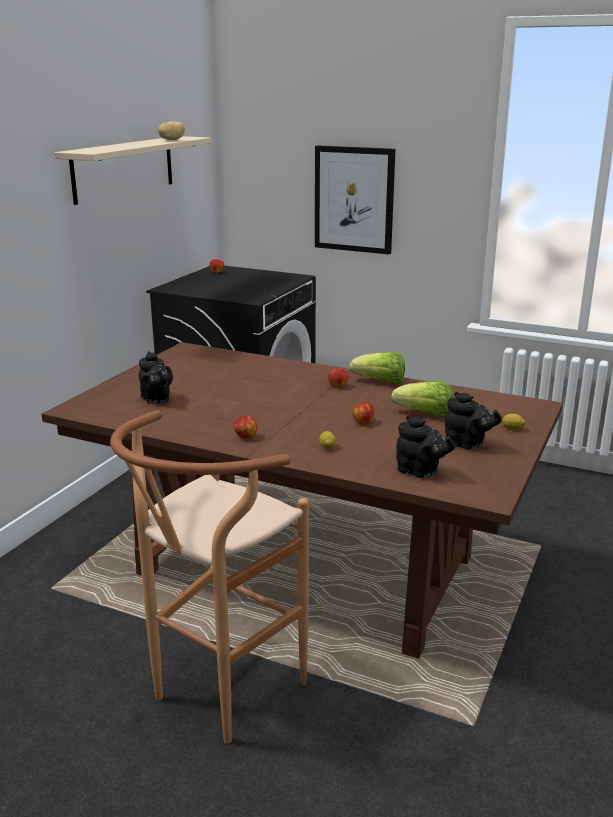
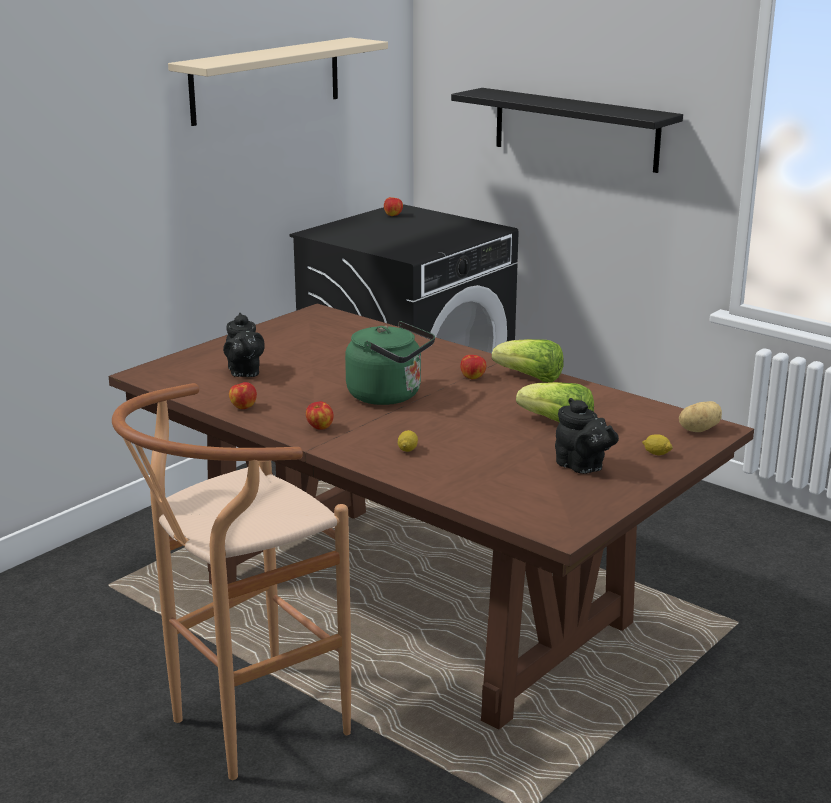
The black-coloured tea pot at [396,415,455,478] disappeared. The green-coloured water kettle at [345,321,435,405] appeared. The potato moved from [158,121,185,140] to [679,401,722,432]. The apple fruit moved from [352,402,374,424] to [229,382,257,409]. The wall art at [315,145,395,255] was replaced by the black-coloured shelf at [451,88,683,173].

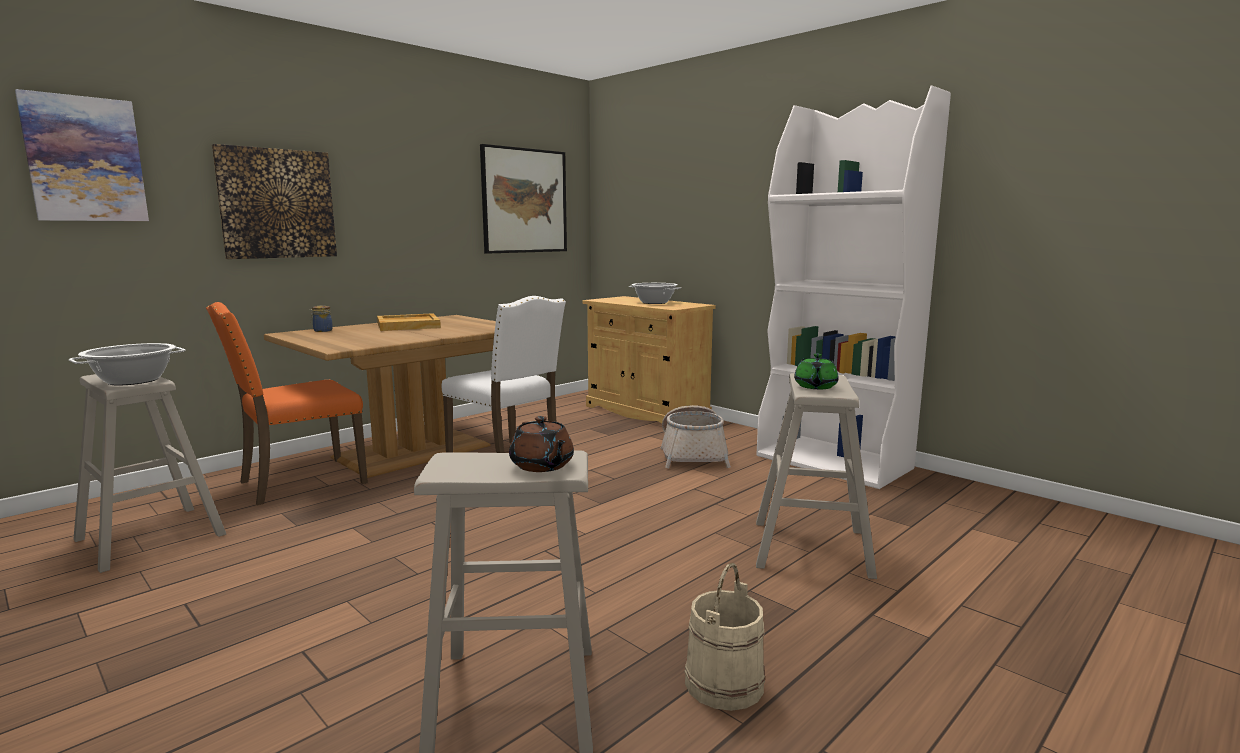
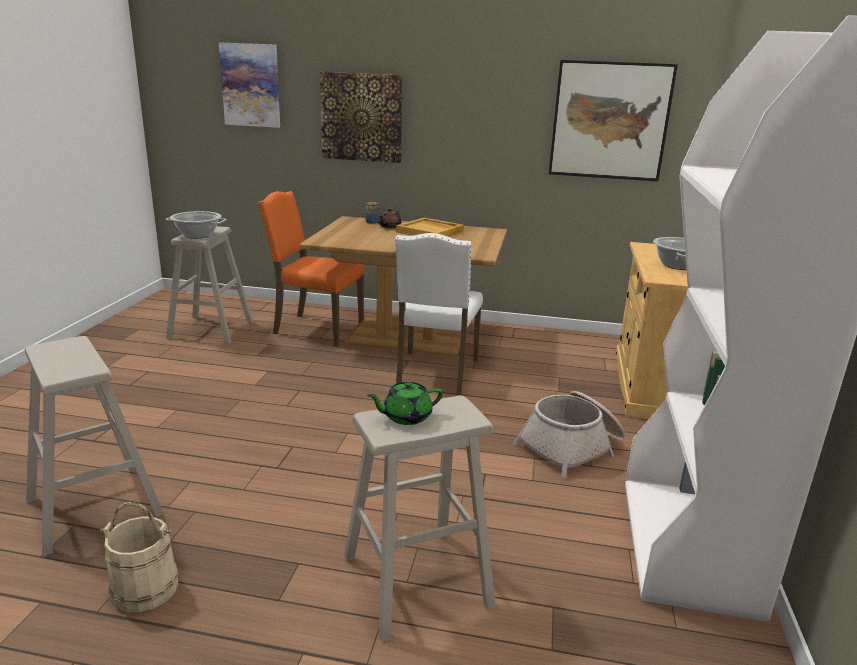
The brown tea pot moved from [509,416,574,472] to [378,208,402,228].

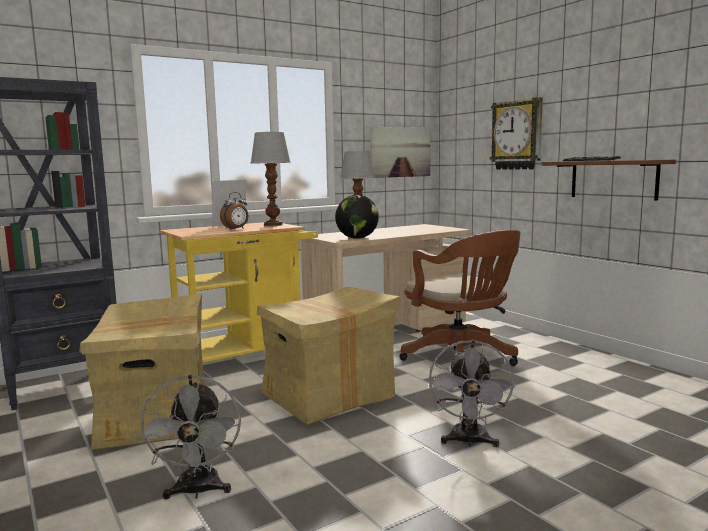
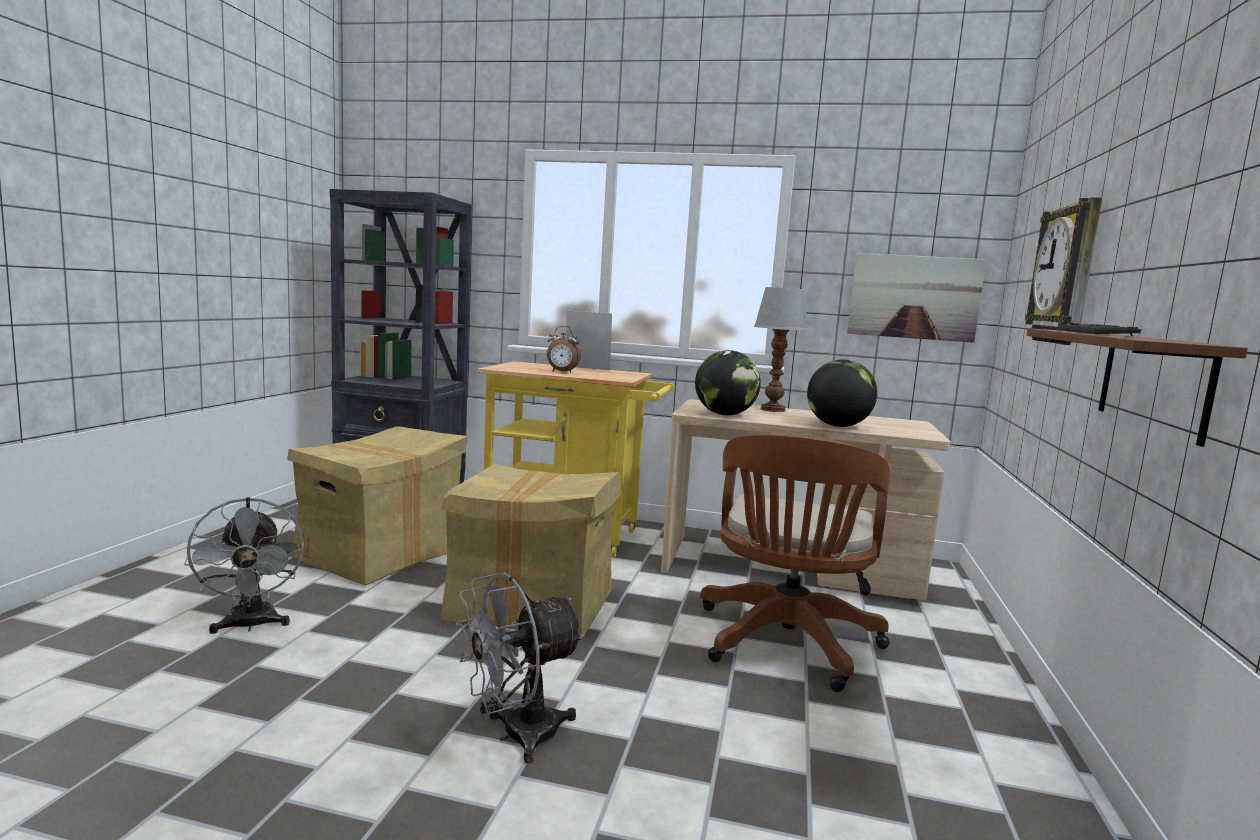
The table lamp at [251,132,291,226] disappeared. The globe at [807,359,877,427] appeared. The gray fan at [137,375,241,499] turned 60 degrees counterclockwise.

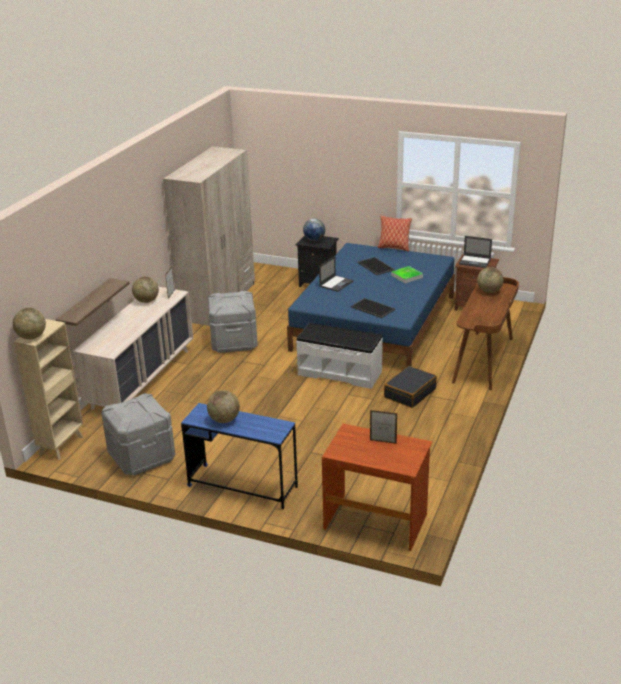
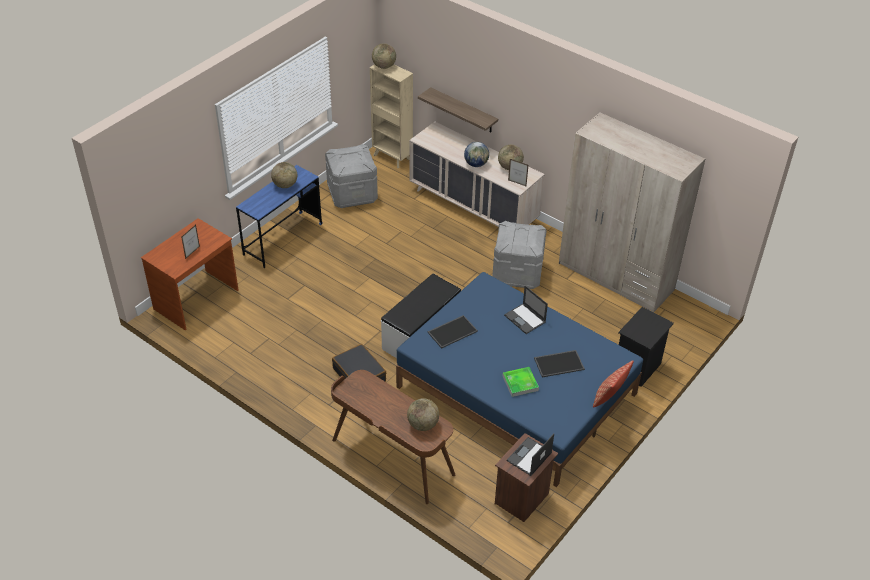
The globe moved from [303,219,325,241] to [464,142,489,167].

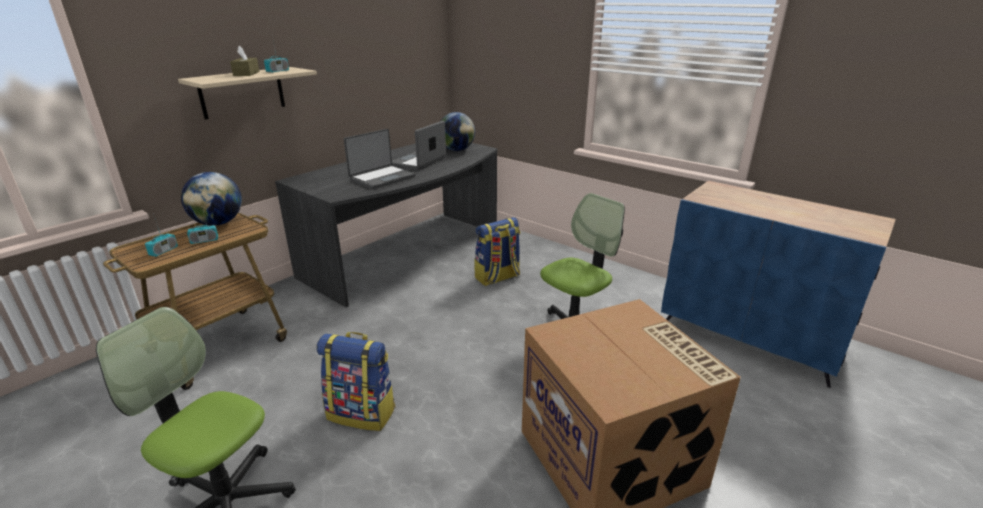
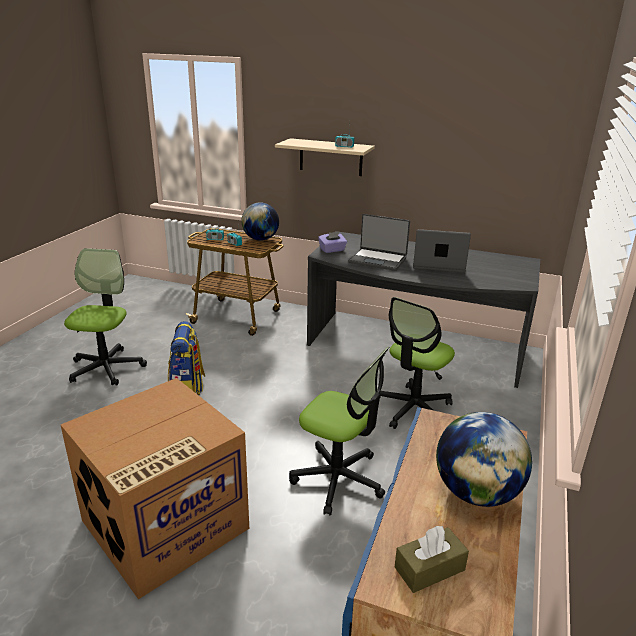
The purple tissue box at [318,232,347,253] appeared. The brown tissue box moved from [230,45,260,76] to [395,525,469,593]. The globe moved from [441,112,475,151] to [436,412,532,507]. The knapsack at [474,217,520,286] was replaced by the office chair at [380,297,455,429].

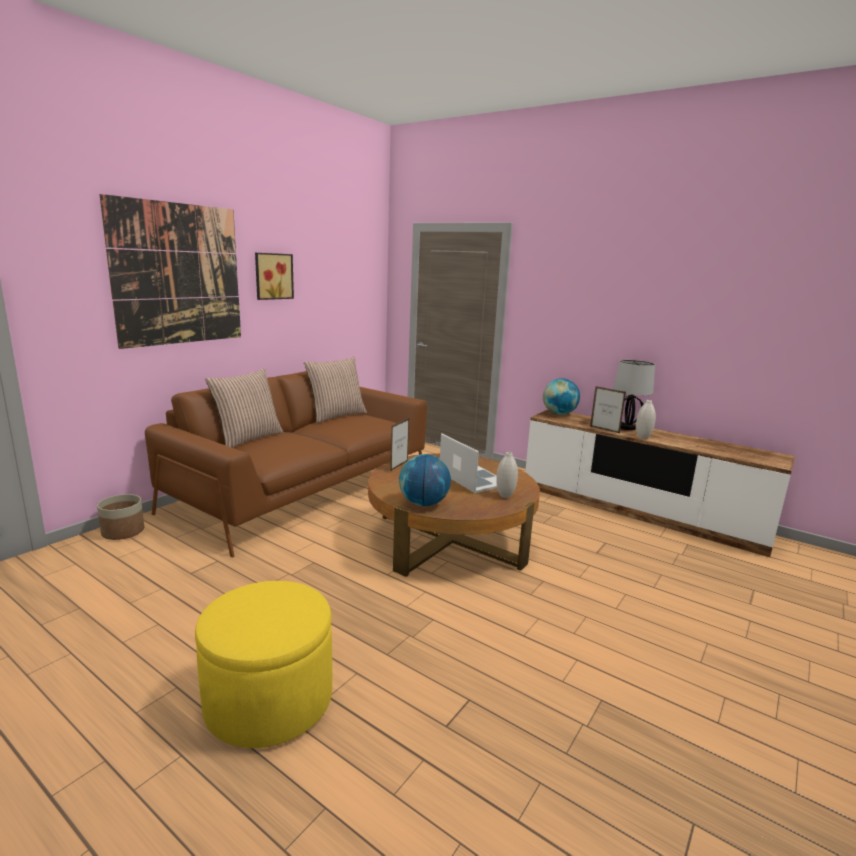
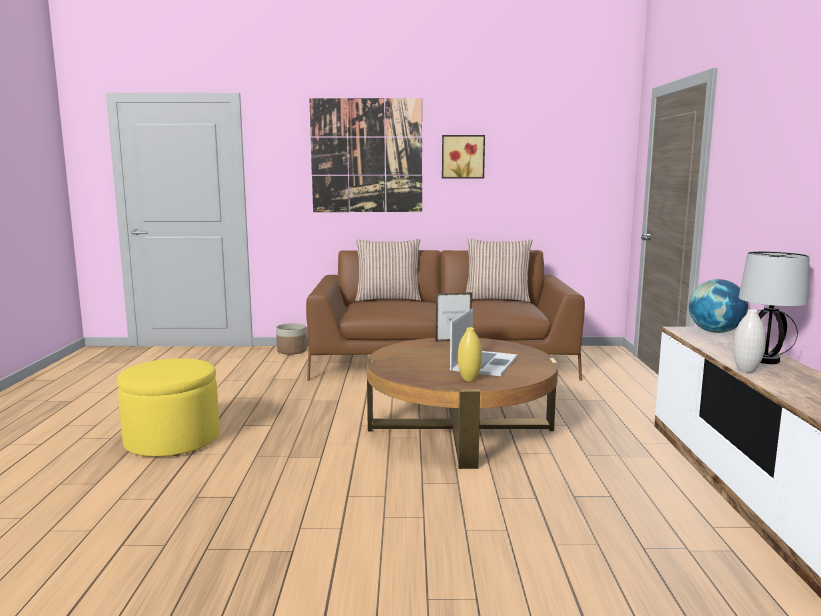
The globe at [399,454,451,506] disappeared. The photo frame at [590,386,626,434] disappeared. The white flower vase at [496,452,518,498] became the yellow flower vase at [458,327,482,381].

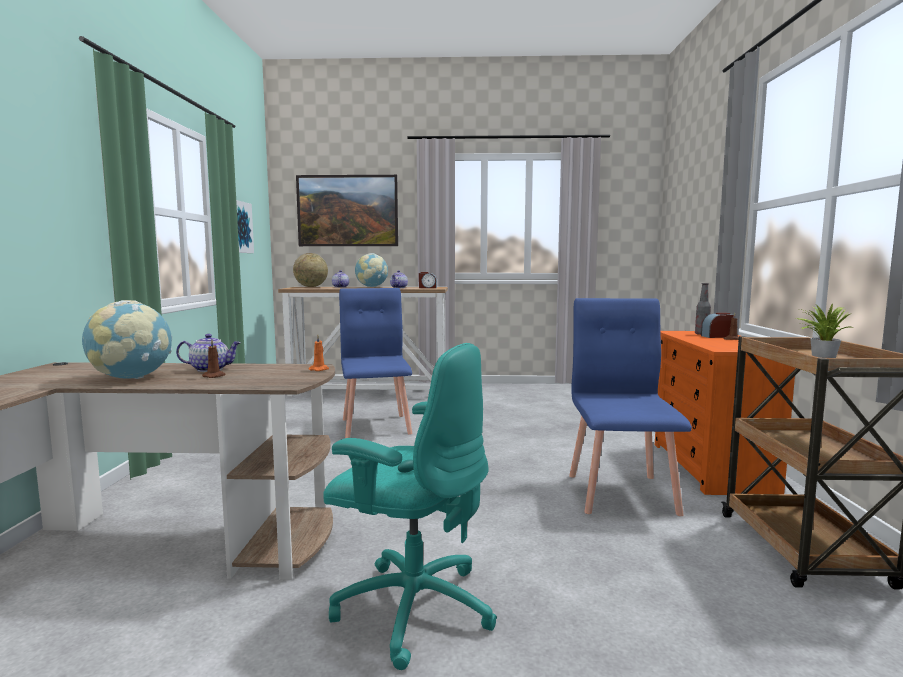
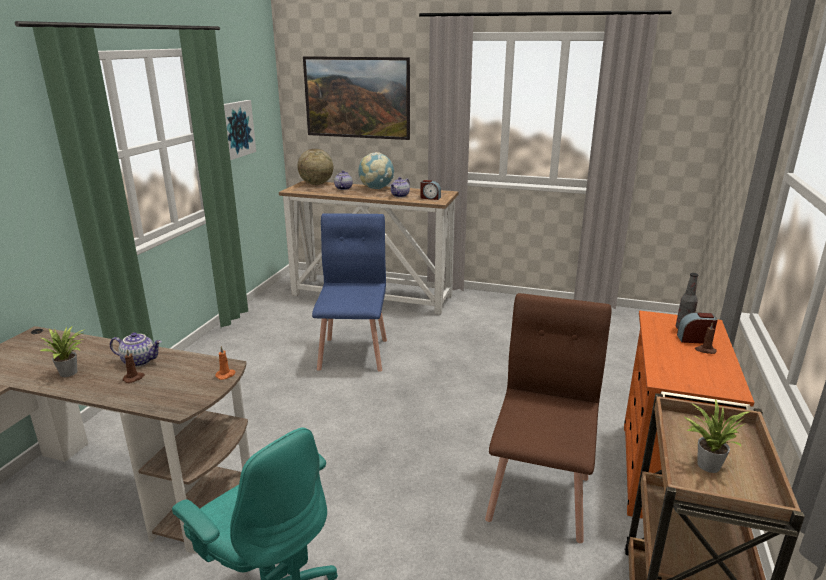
The globe at [82,300,172,379] was replaced by the potted plant at [40,326,85,377]. The blue upright chair at [569,298,692,516] became the brown upright chair at [485,293,612,543].

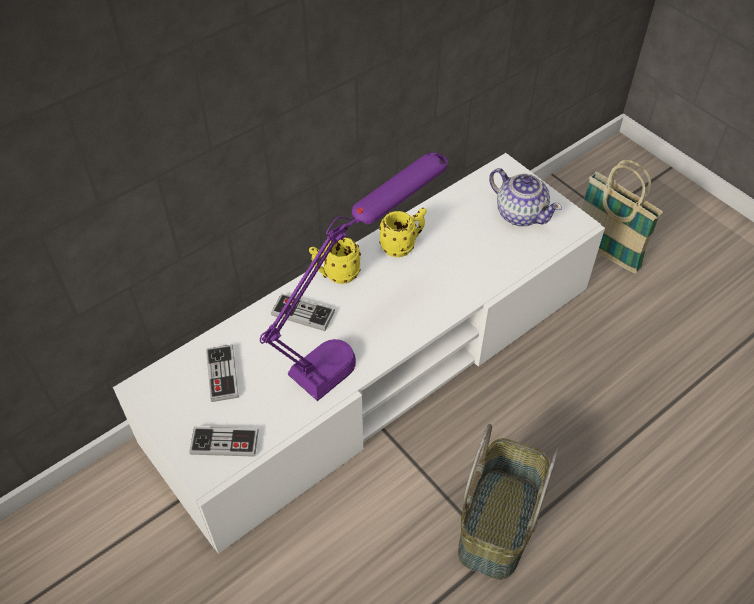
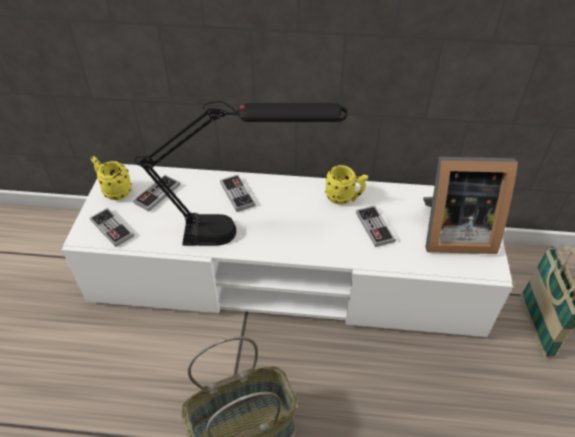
The joypad at [356,206,396,247] appeared. The yellow mug moved from [309,237,361,284] to [91,156,132,200]. The tea pot at [489,168,562,226] was replaced by the photo frame at [423,157,518,254]. The purple table lamp at [260,153,448,401] became the black-coloured table lamp at [135,101,348,246].

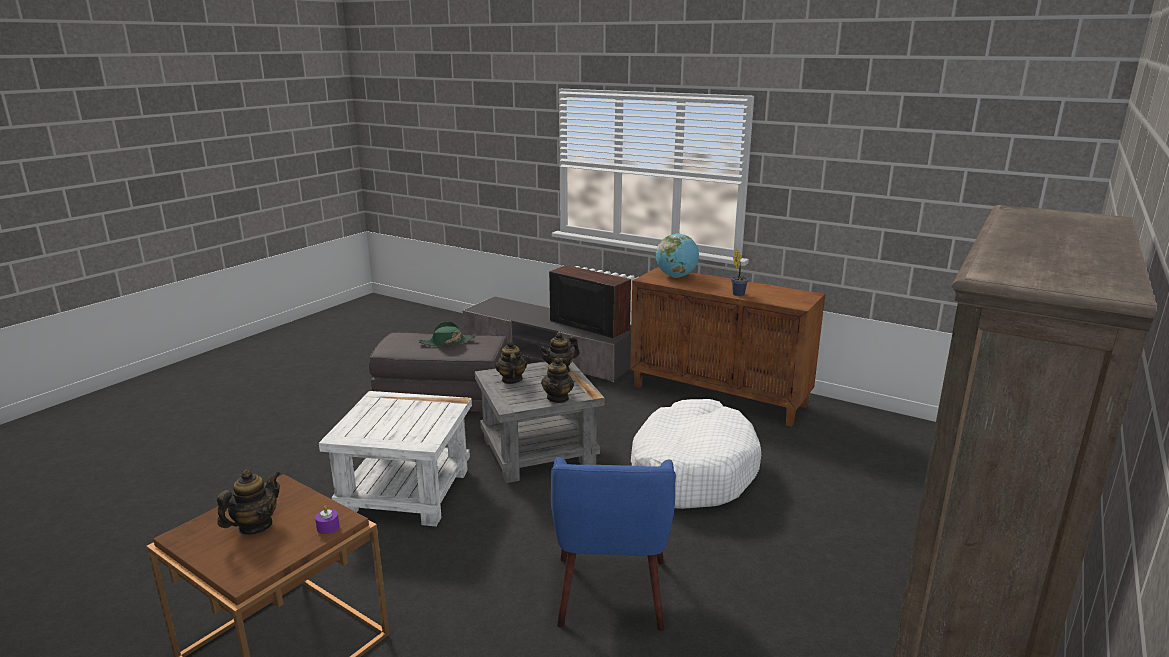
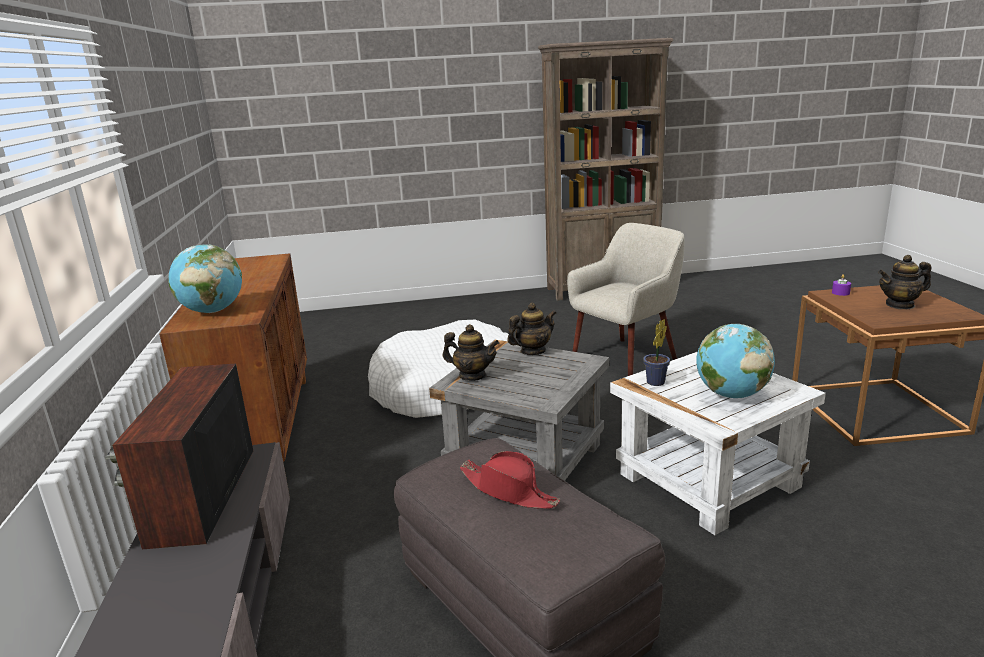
The tea pot at [495,341,527,384] disappeared. The globe at [696,324,775,398] appeared. The potted plant moved from [731,249,749,296] to [643,319,670,386]. The green-coloured wearable hat at [418,321,476,346] became the reddish wearable hat at [460,451,560,509]. The blue easy chair at [551,457,676,631] became the beige easy chair at [567,223,685,376].

